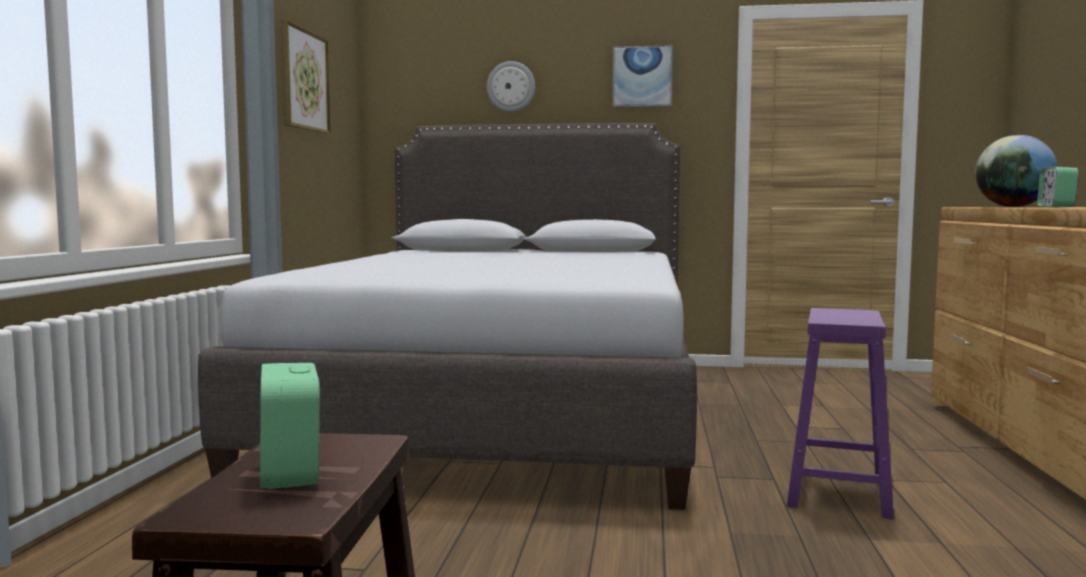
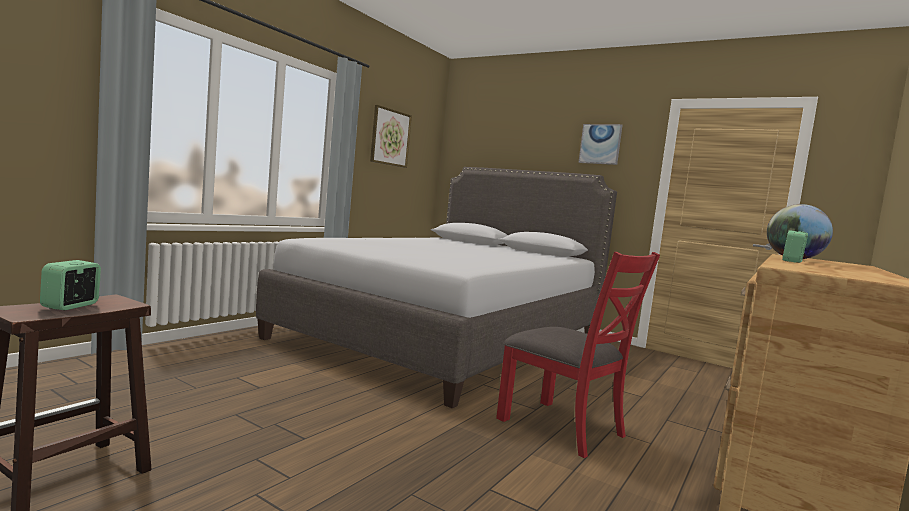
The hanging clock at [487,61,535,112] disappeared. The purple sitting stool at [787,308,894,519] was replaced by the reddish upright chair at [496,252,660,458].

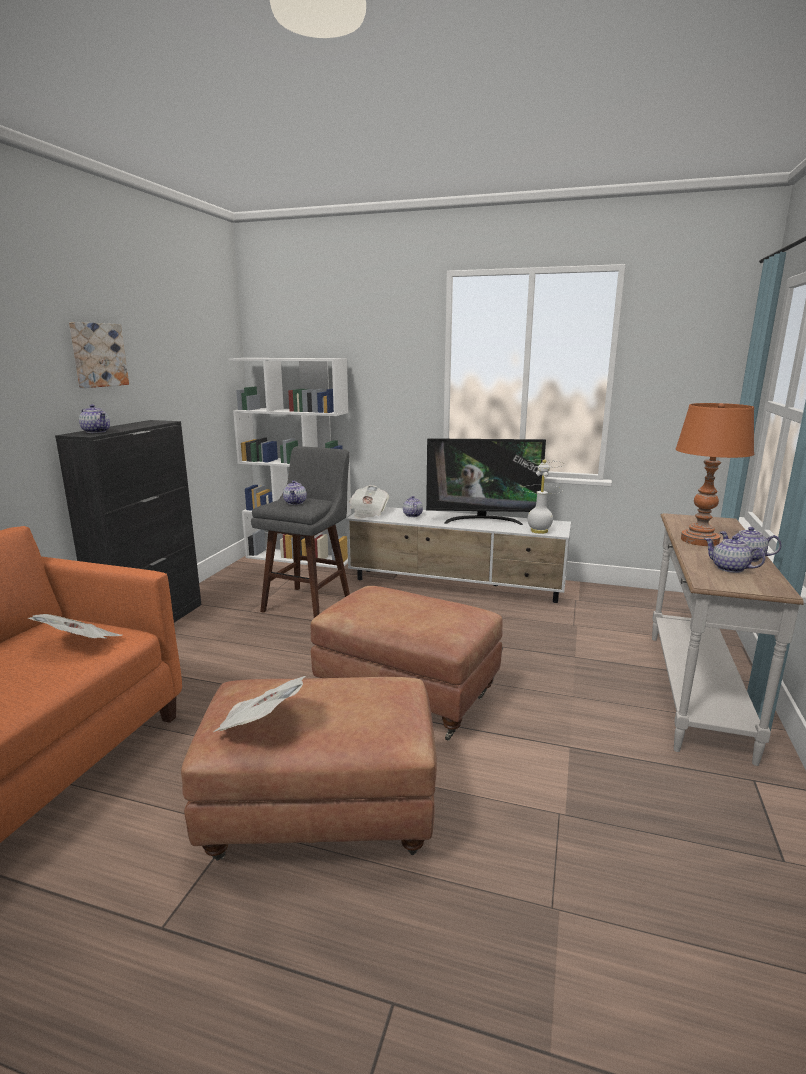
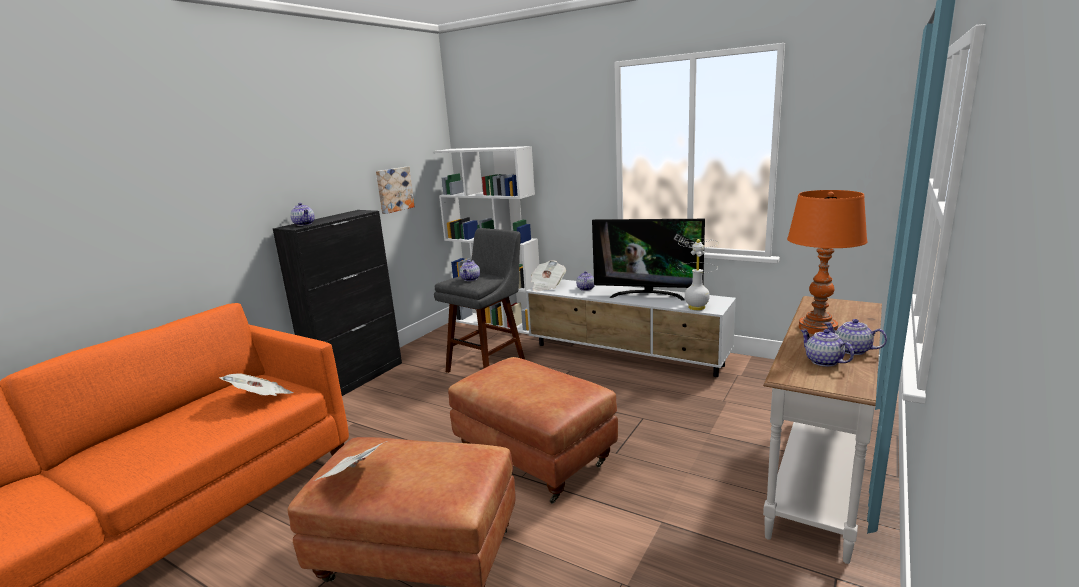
The wall art moved from [69,322,129,388] to [376,167,415,214].

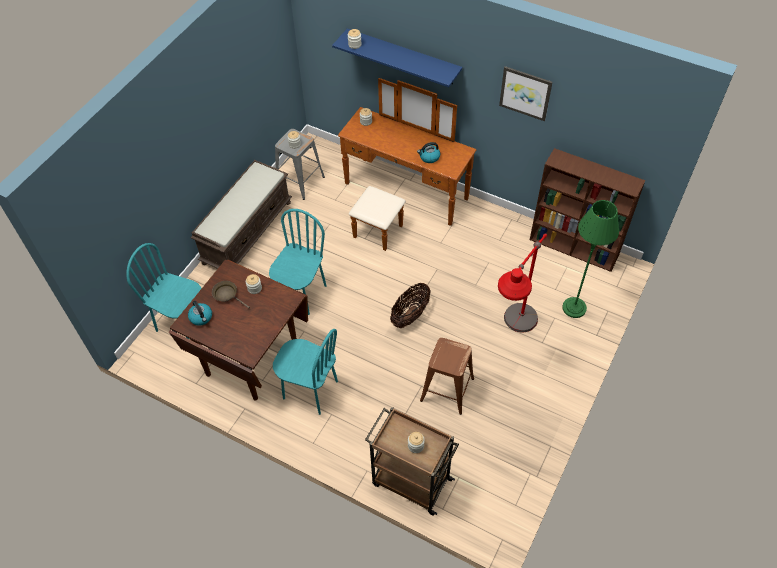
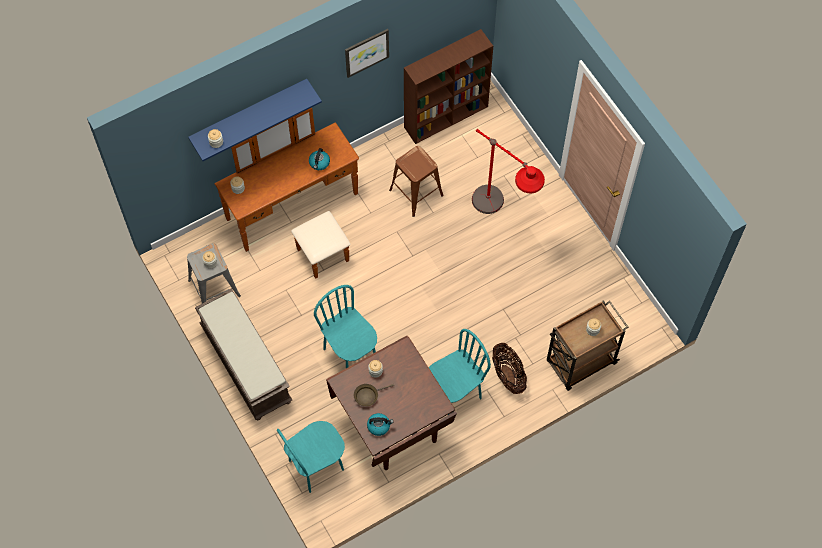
The green-coloured standard lamp at [562,200,619,318] disappeared. The basket moved from [390,283,430,328] to [492,343,527,394]. The brown sitting stool moved from [420,338,474,415] to [389,146,444,217].

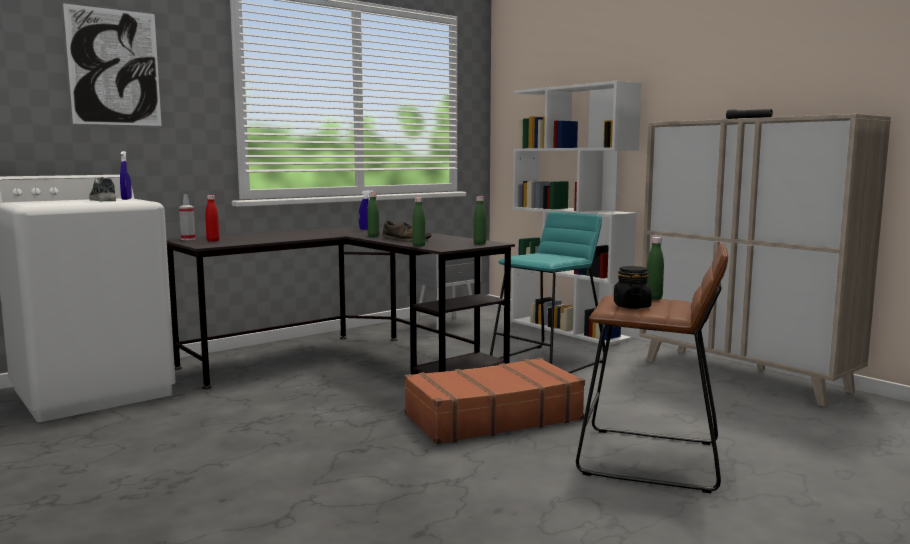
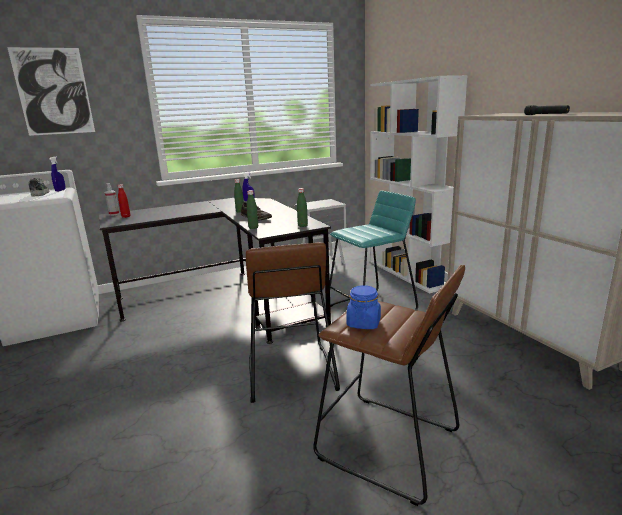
The green-coloured beverage bottle at [647,237,664,300] disappeared. The brown piece of luggage at [404,358,585,444] was replaced by the brown sitting stool at [246,242,340,403]. The black-coloured preserve jar at [614,266,652,309] became the blue preserve jar at [346,285,381,329].

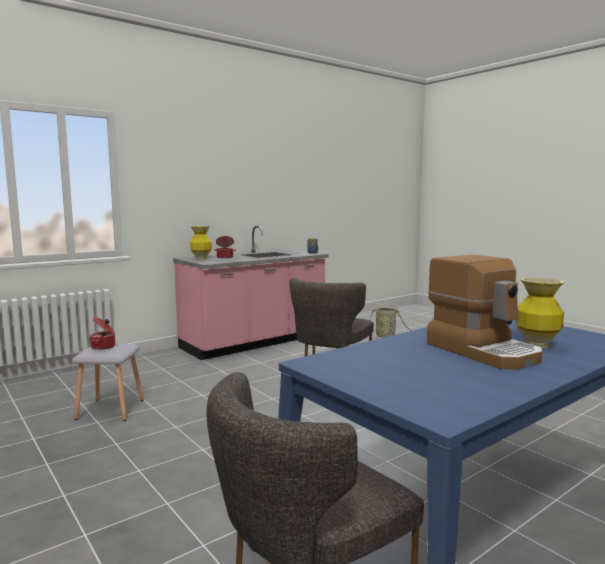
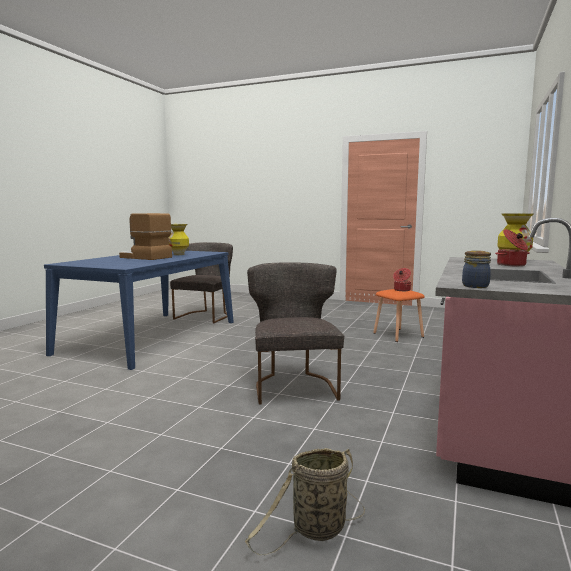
The flower vase moved from [515,277,564,348] to [168,224,189,255]. The gray sitting stool at [72,343,144,421] became the orange sitting stool at [373,289,425,342].

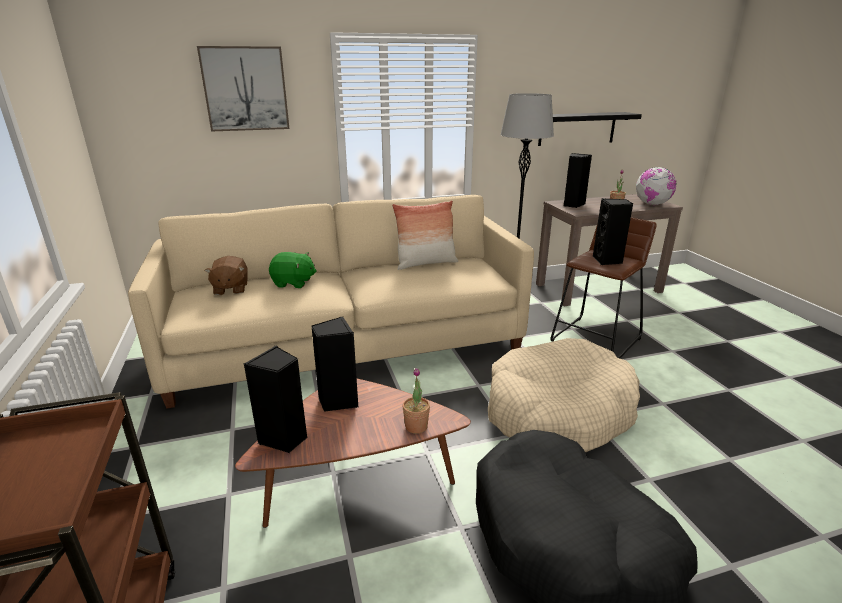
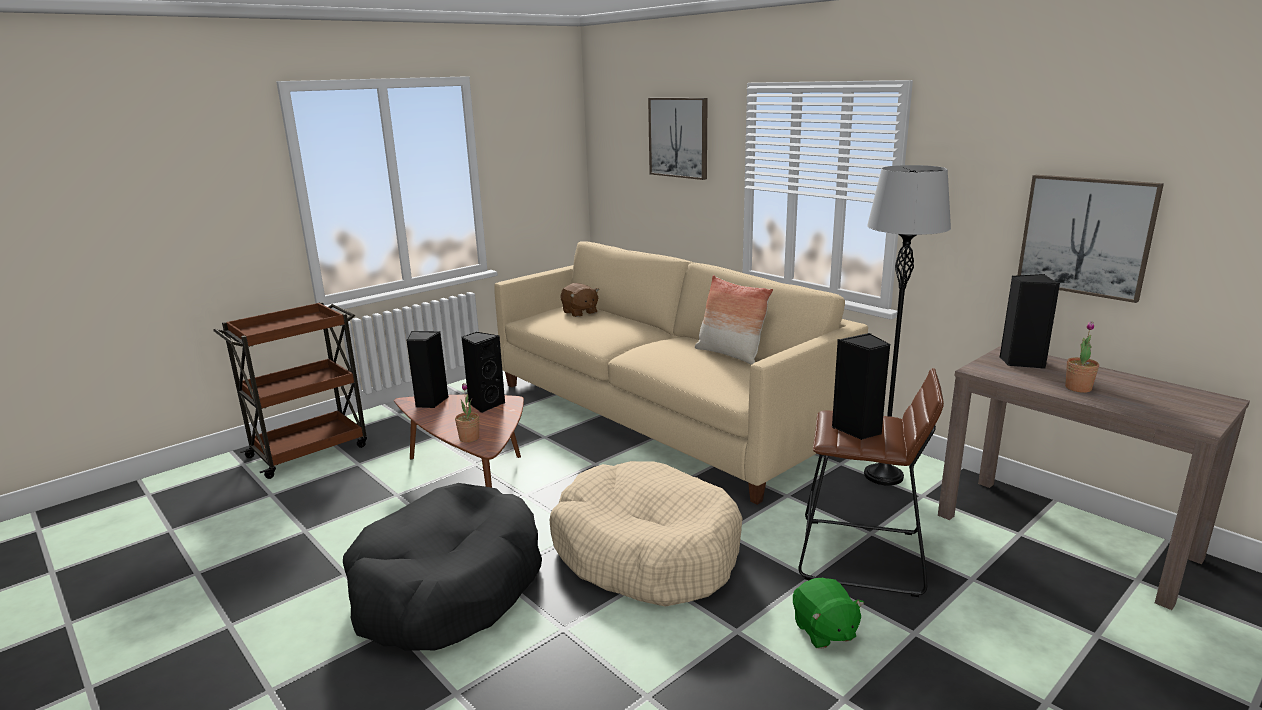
The globe at [636,167,676,205] disappeared. The green-coloured soft toy moved from [269,252,317,288] to [793,578,864,649]. The black-coloured shelf at [538,112,642,146] was replaced by the wall art at [1017,175,1164,303]. The brown soft toy at [205,256,248,295] turned 90 degrees counterclockwise.

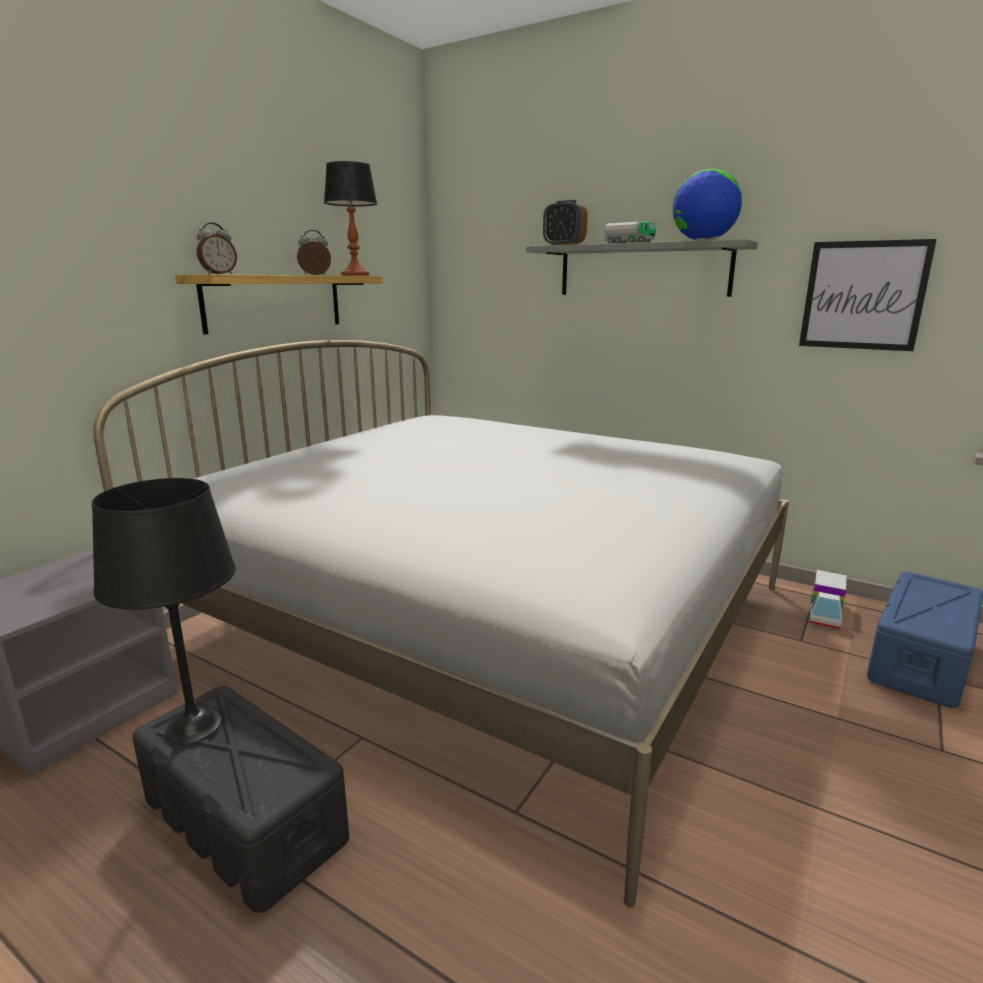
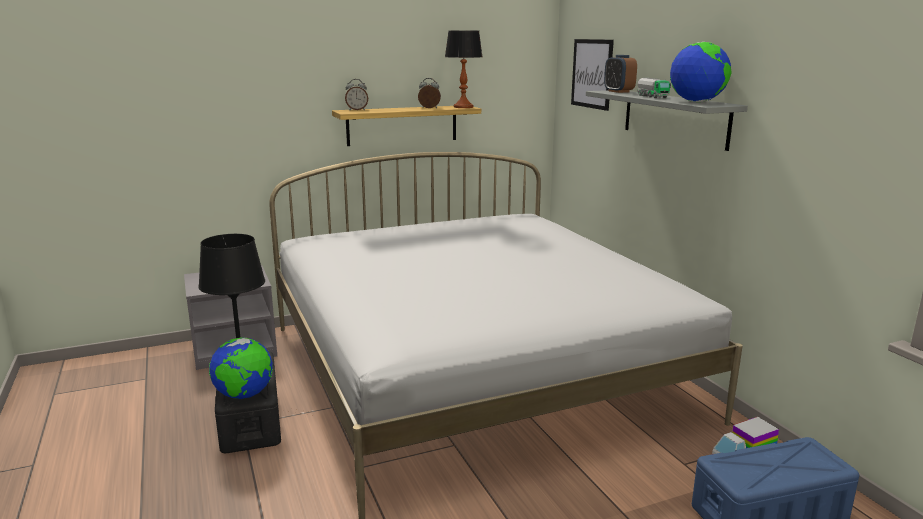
The globe at [209,337,273,399] appeared. The wall art moved from [799,239,937,351] to [571,39,614,111].

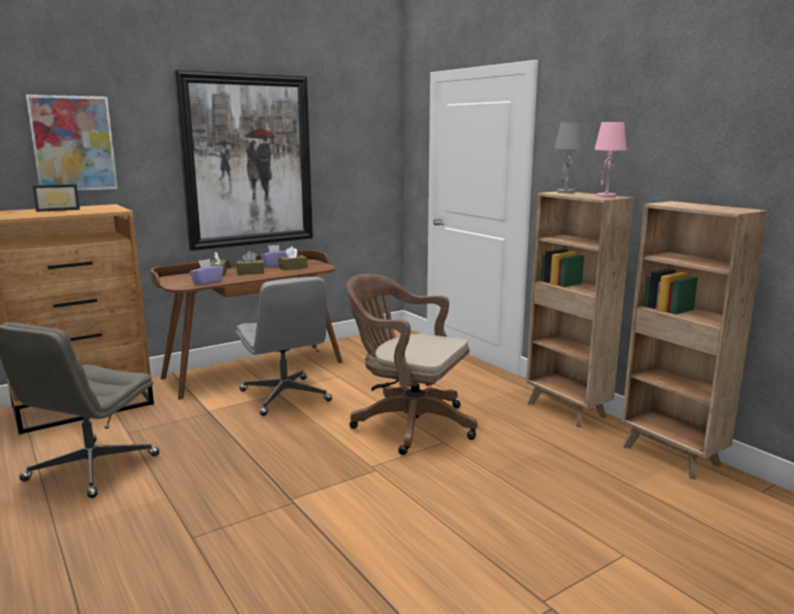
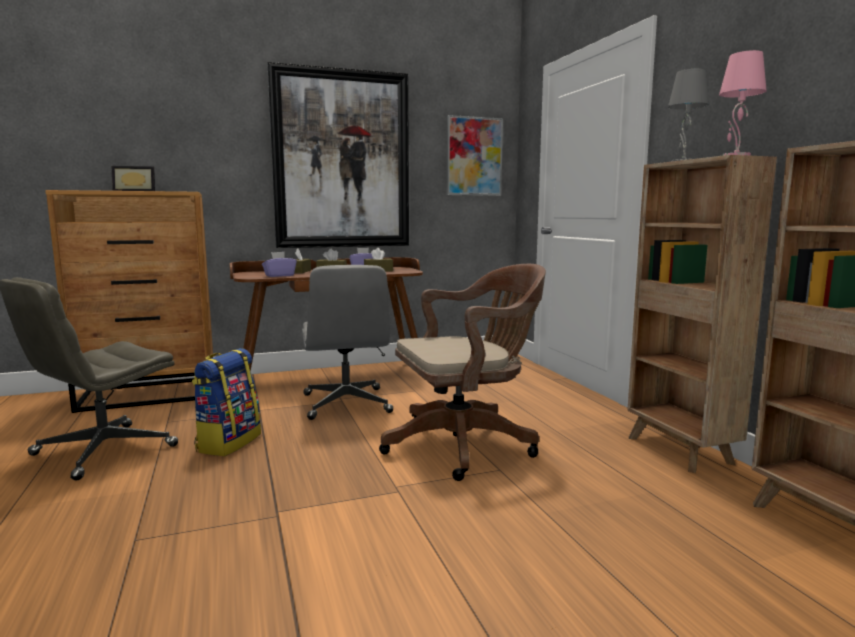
The knapsack at [192,348,261,456] appeared. The wall art moved from [26,95,118,191] to [447,115,503,196]. The brown office chair at [347,274,478,455] turned 120 degrees clockwise.

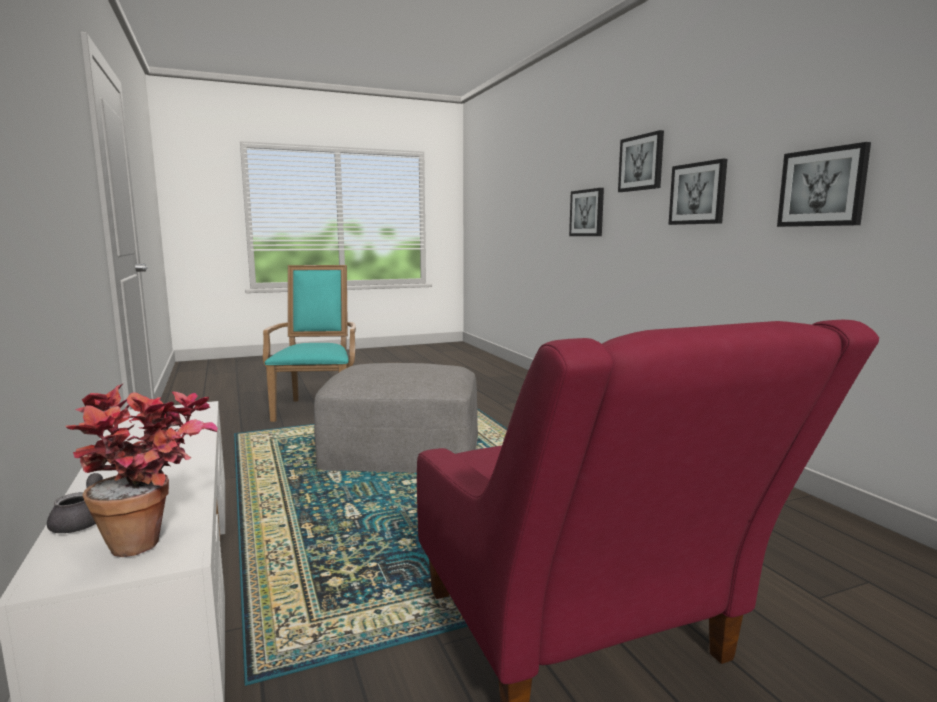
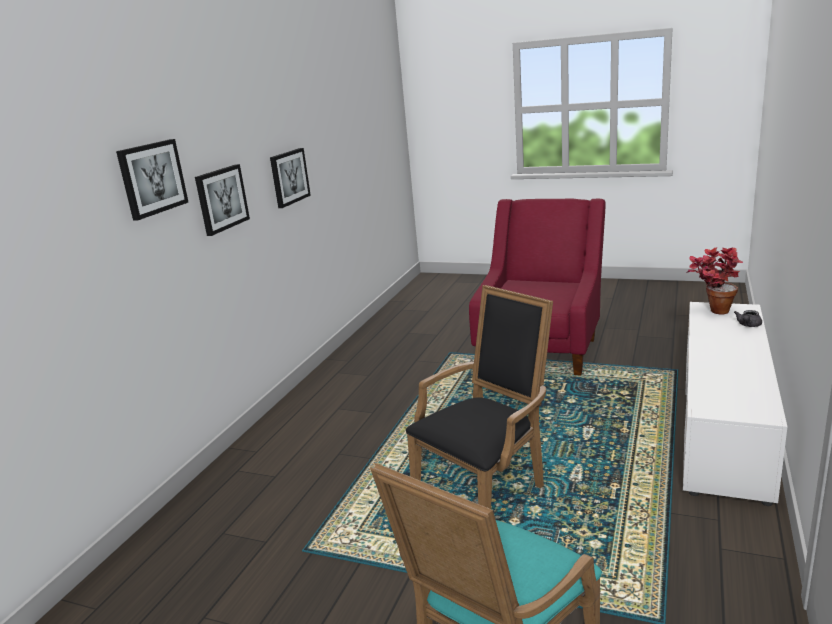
The wall art at [569,188,604,236] disappeared. The gray ottoman at [314,363,478,473] was replaced by the black-coloured easy chair at [406,285,553,509].

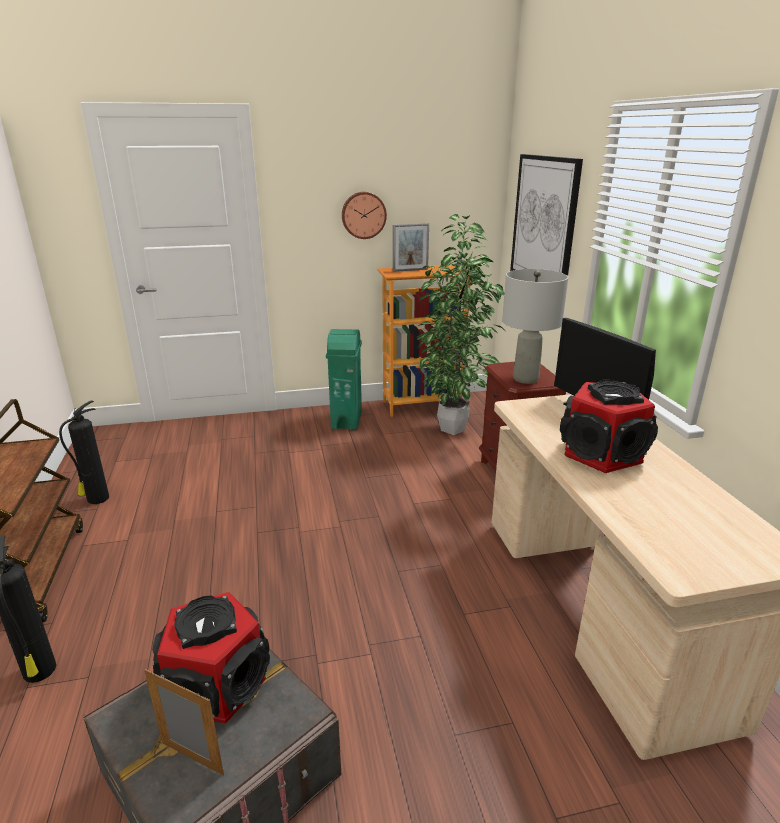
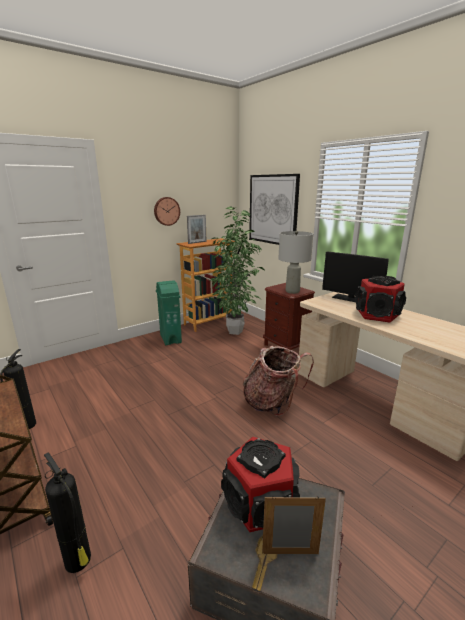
The knapsack at [243,346,314,416] appeared.

